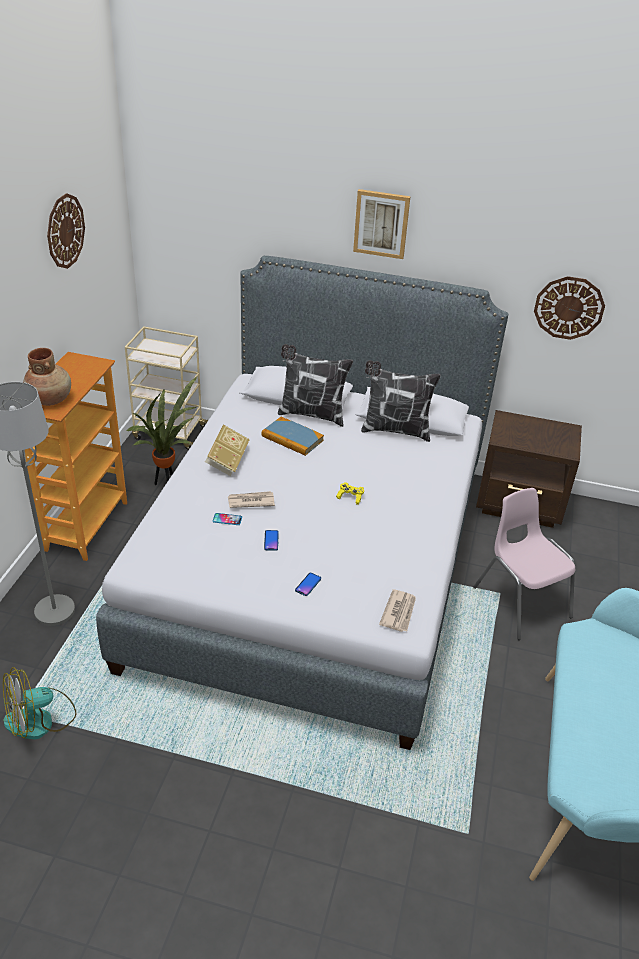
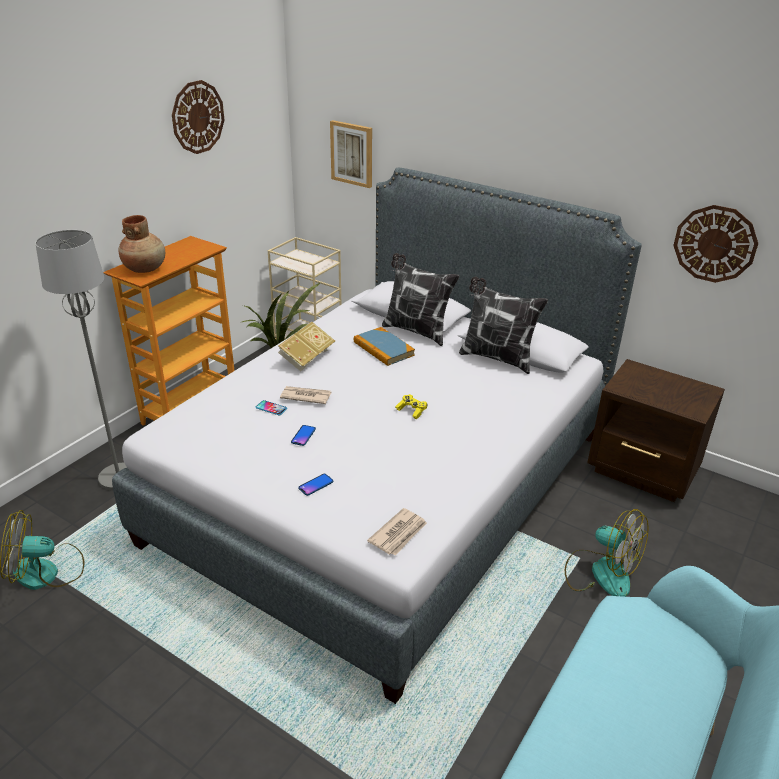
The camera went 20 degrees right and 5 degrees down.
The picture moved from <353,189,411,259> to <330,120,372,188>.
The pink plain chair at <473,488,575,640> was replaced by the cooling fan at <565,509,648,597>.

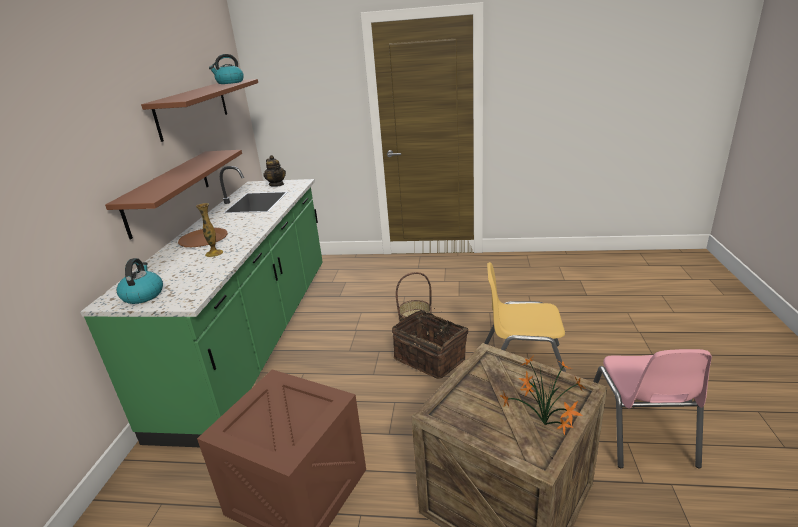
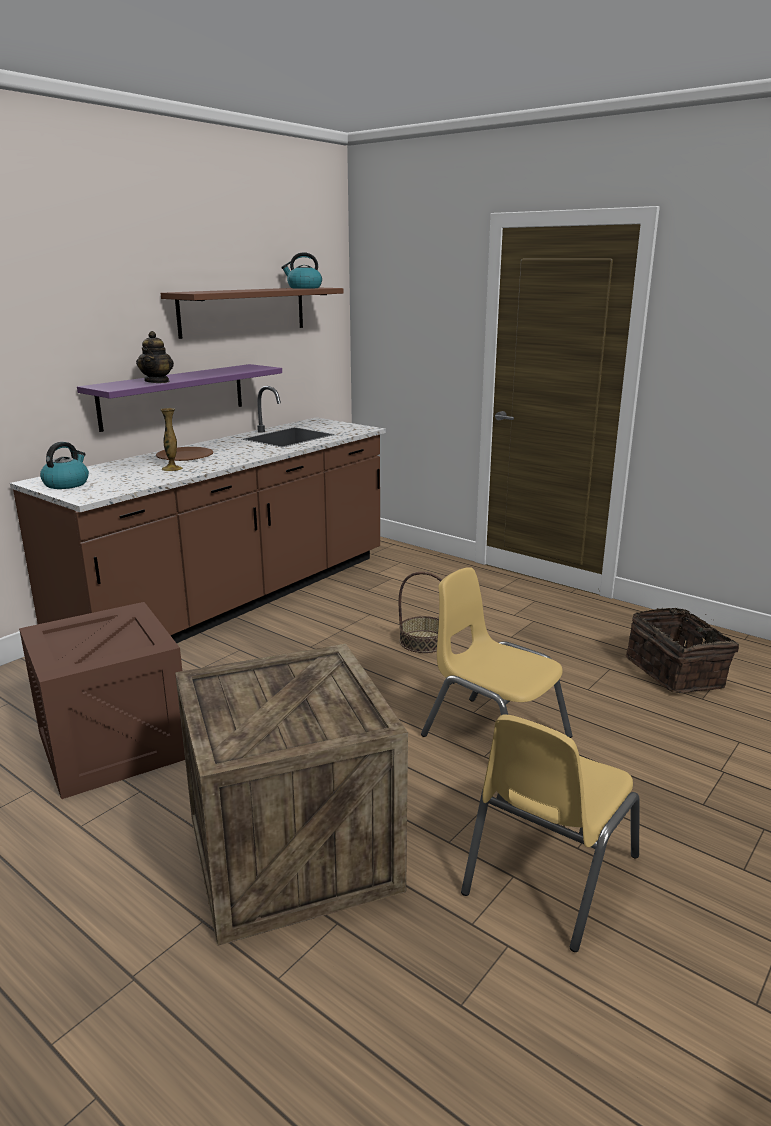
The camera went 30 degrees right and 5 degrees down.
The green-coloured kitchen base unit at <80,166,323,447> became the brown kitchen base unit at <10,386,386,643>.
The brown wall shelf at <105,150,242,239> became the purple-coloured wall shelf at <77,364,282,432>.
The pot for tea moved from <263,155,286,187> to <136,331,174,383>.
The storage basket moved from <392,308,468,379> to <626,608,739,693>.
The houseplant at <499,354,585,435> disappeared.
The pink plain chair at <593,349,712,468> became the yellowish plain chair at <461,715,640,952>.

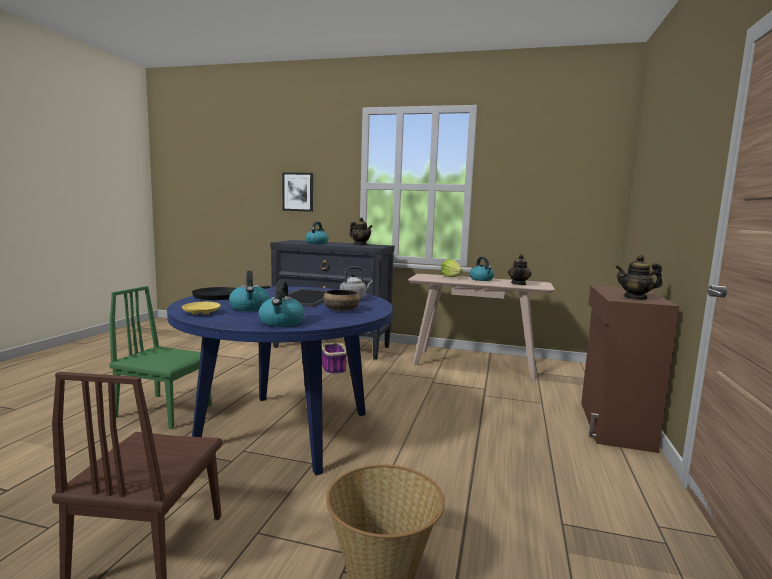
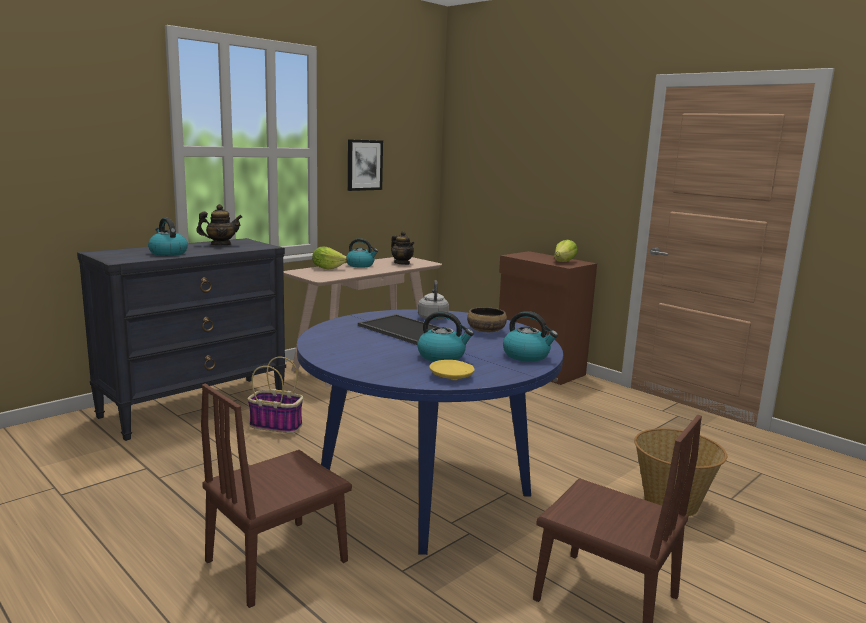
The camera went 60 degrees left and 5 degrees up.
The green-coloured plain chair at <109,286,212,429> became the brown plain chair at <201,383,352,608>.
The black frying pan at <192,286,270,300> disappeared.
The picture moved from <282,172,313,212> to <348,139,383,191>.
The pot for tea at <615,255,662,300> was replaced by the head of lettuce at <554,240,578,262>.

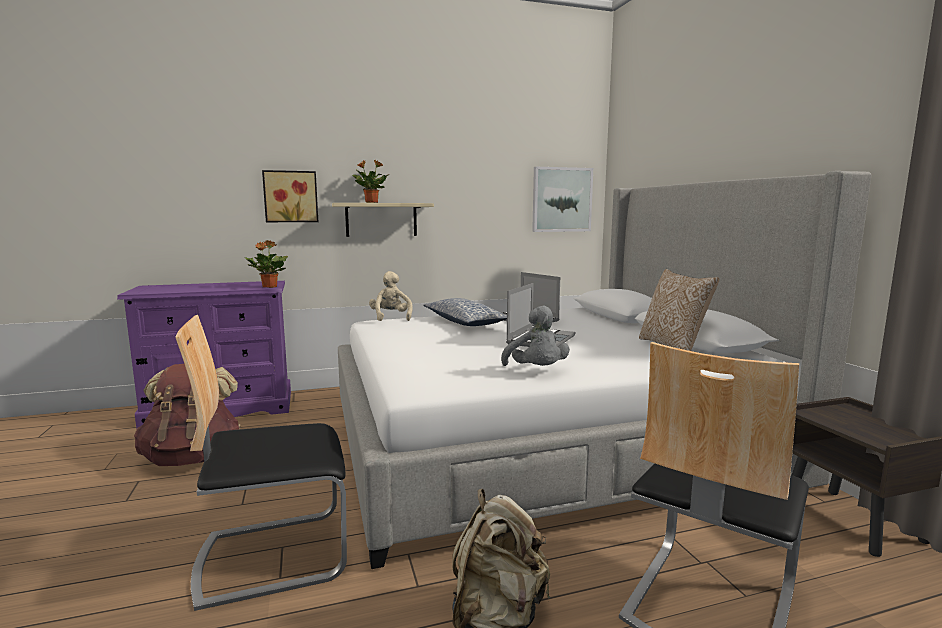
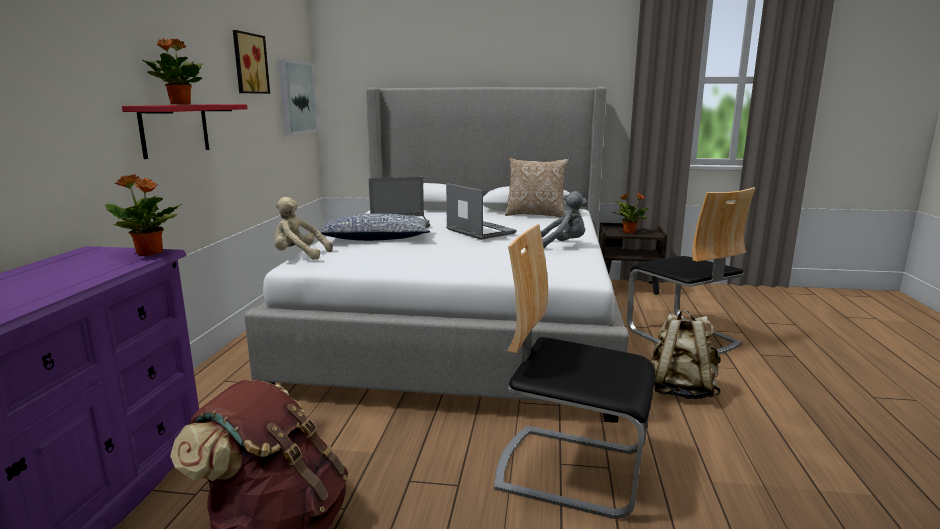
The camera went 65 degrees left and 5 degrees up.
The plain chair at <175,315,347,611> turned 105 degrees clockwise.
The picture moved from <262,170,318,222> to <233,30,270,94>.
The beige wall shelf at <332,203,434,237> became the red wall shelf at <122,104,247,159>.
The houseplant at <613,193,650,234> appeared.

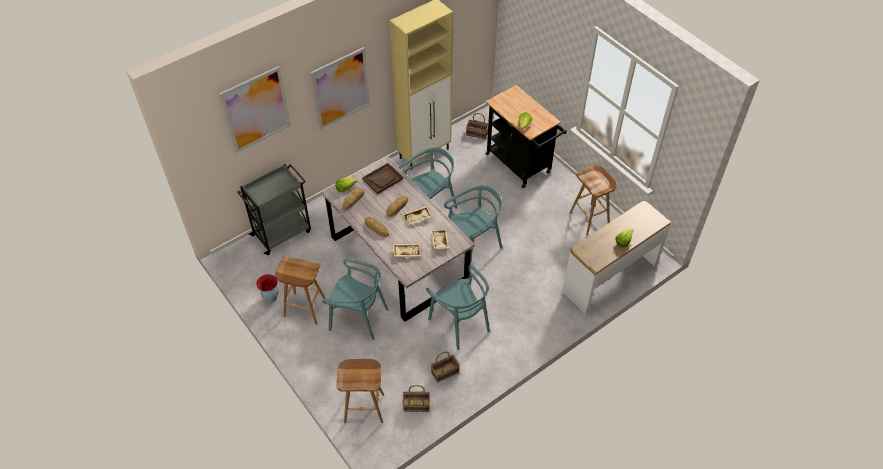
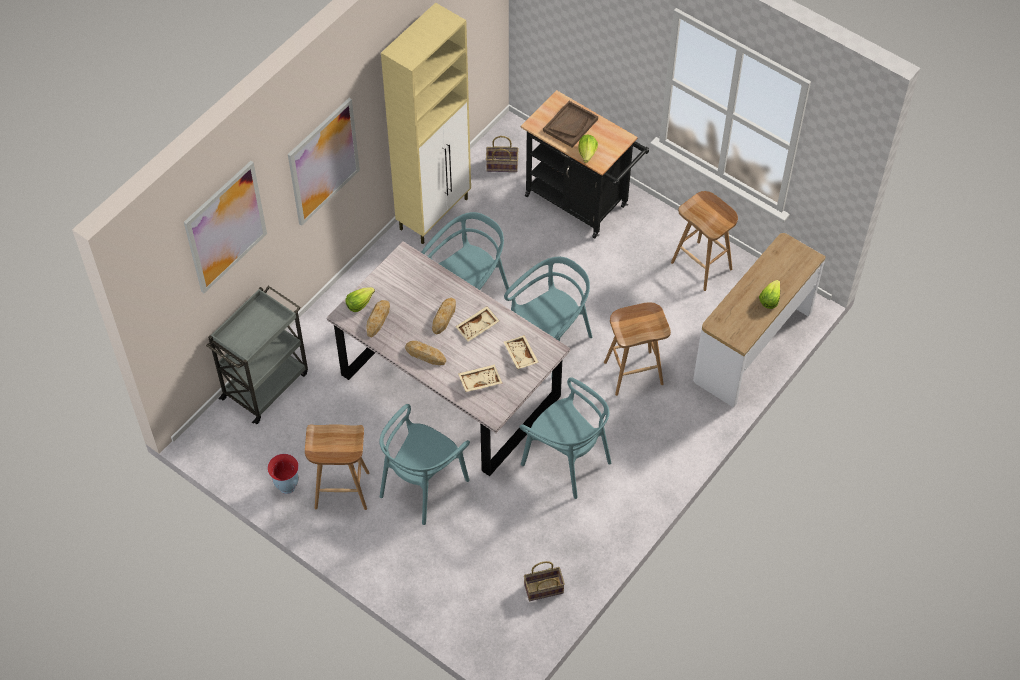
The camera went 15 degrees left and 5 degrees up.
The blue-green plain chair at <322,259,388,340> turned 120 degrees clockwise.
The brown stool seat moved from <337,359,384,423> to <604,302,671,396>.
The brown carrying tray moved from <362,163,403,194> to <543,101,598,148>.
The storage basket at <431,352,460,383> disappeared.

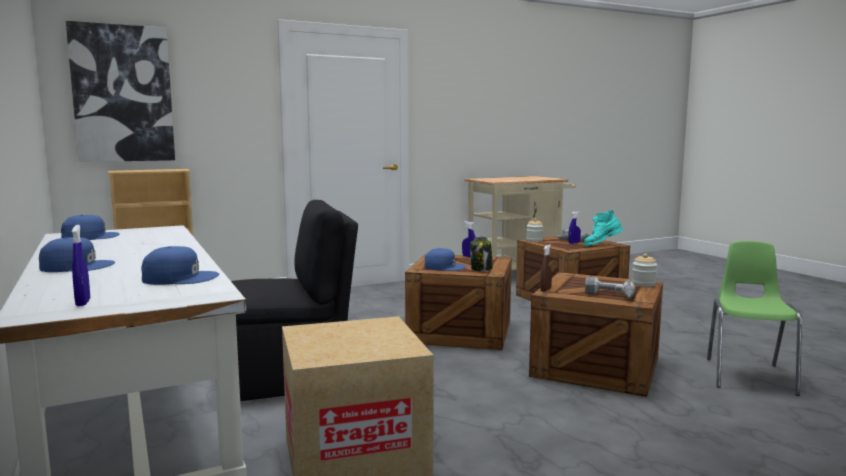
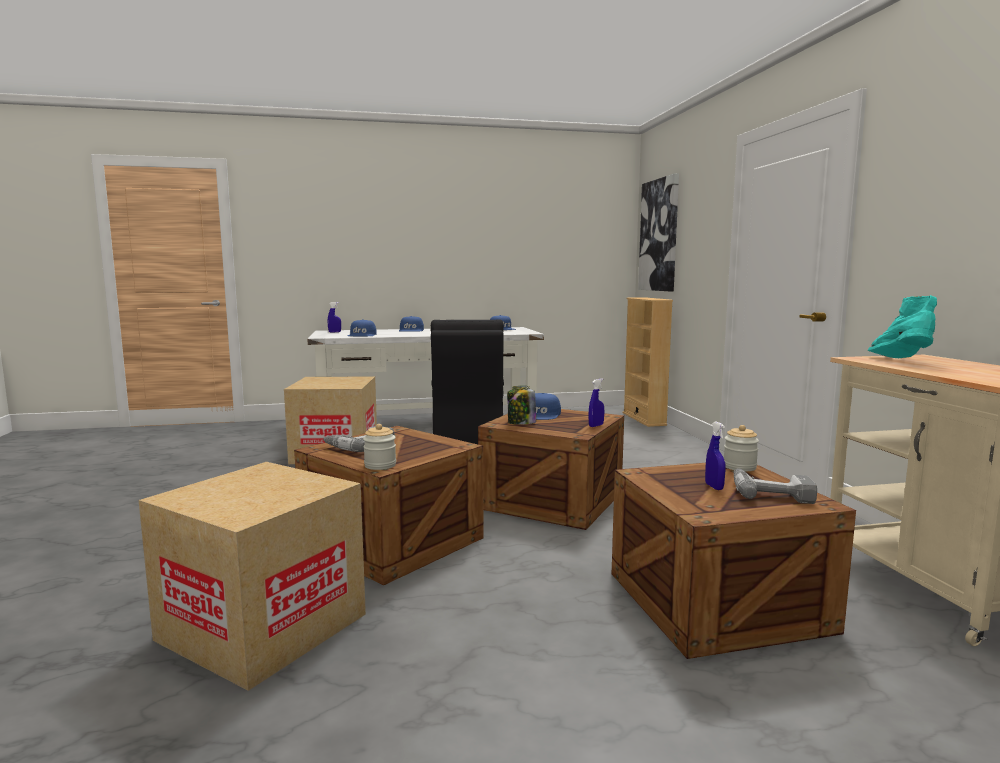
The camera went 105 degrees right and 0 degrees up.
The brown spray bottle at <540,245,552,292> disappeared.
The blue-green high-top boot moved from <583,210,624,246> to <868,295,937,358>.
The green-coloured plain chair at <707,241,802,396> was replaced by the cardboard box at <139,462,366,691>.

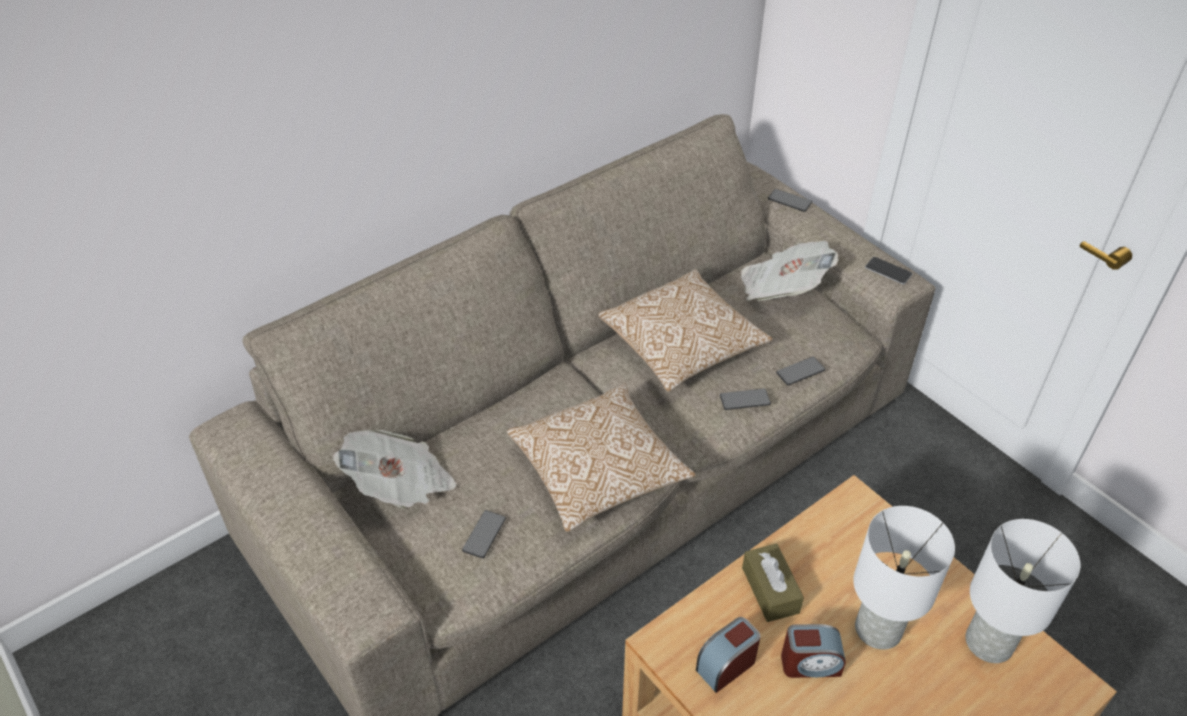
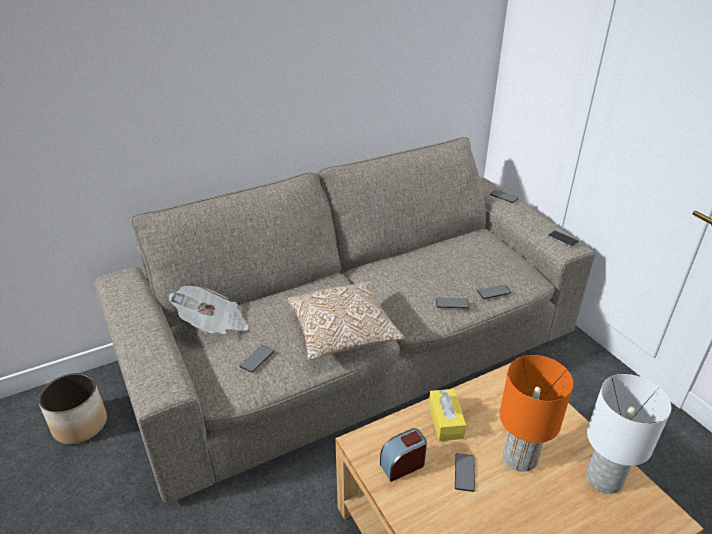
The camera went 10 degrees right and 10 degrees down.
The throw pillow at <598,269,773,392> disappeared.
The daily paper at <741,241,838,301> disappeared.
The brown tissue box at <742,544,804,622> became the yellowish tissue box at <429,389,466,441>.
The table clock at <781,624,846,678> was replaced by the phone at <455,453,475,492>.
The white lamp for a table at <853,506,955,650> became the orange-coloured lamp for a table at <500,355,573,472>.
The planter at <38,373,107,444> appeared.

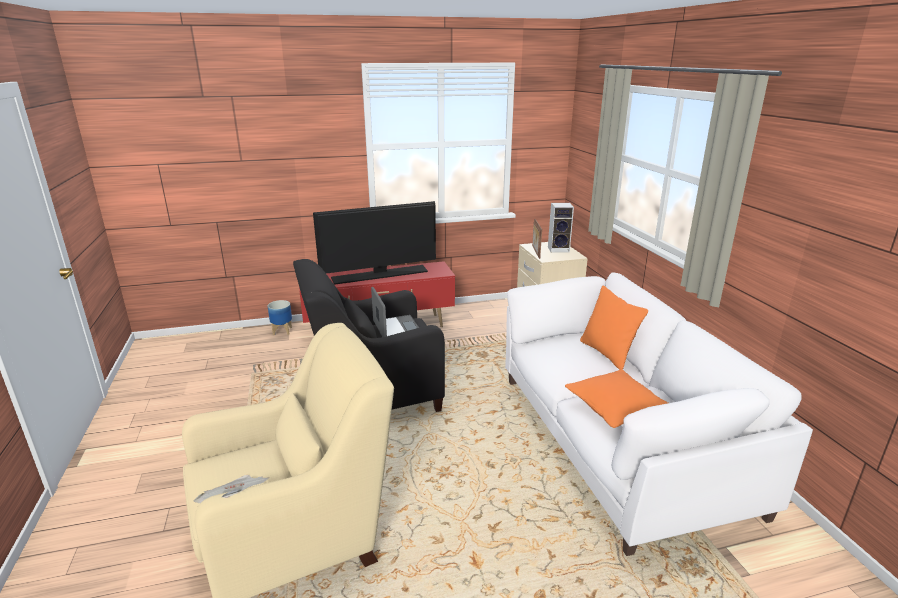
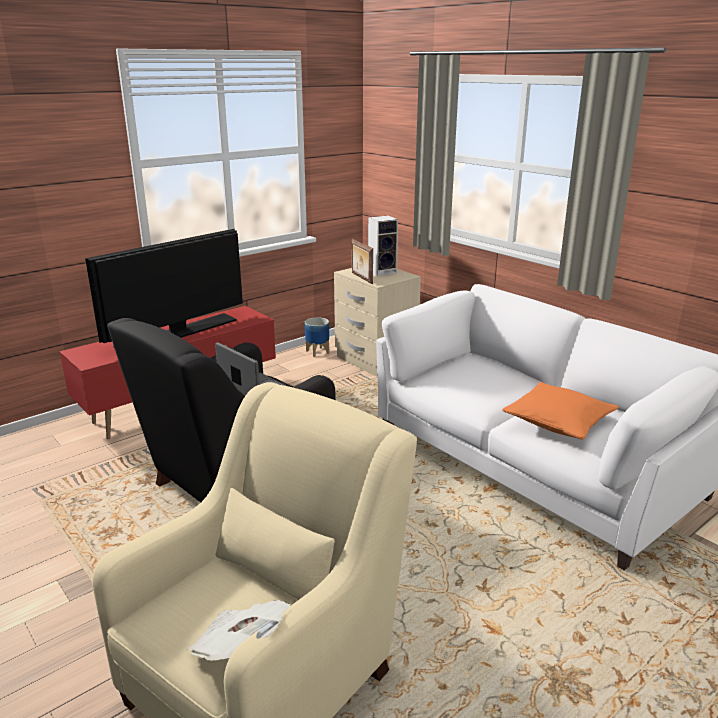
The camera went 25 degrees left and 0 degrees up.
The planter moved from <268,300,292,335> to <305,317,329,357>.
The orange-coloured throw pillow at <580,285,648,369> disappeared.

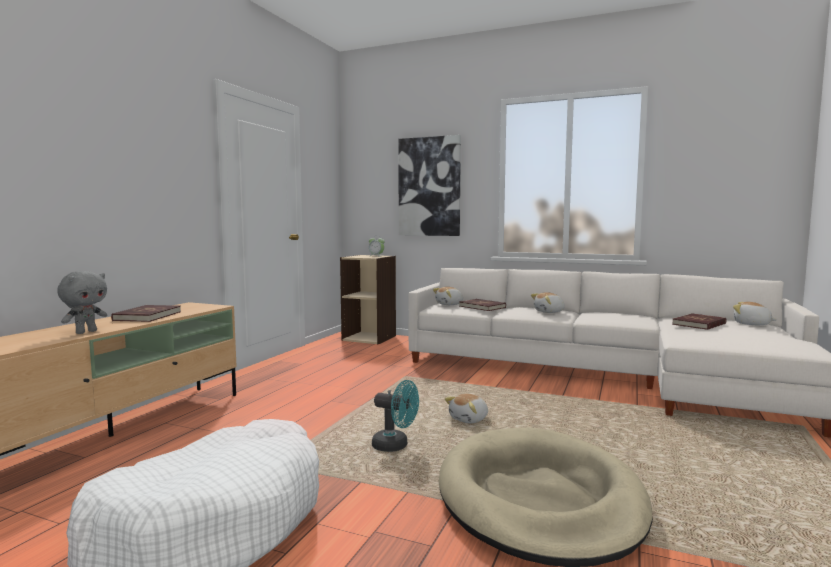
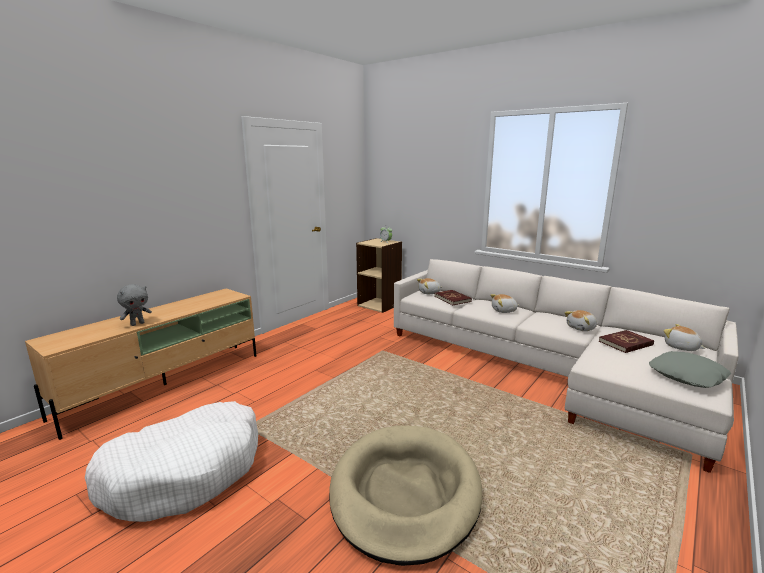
The camera went 15 degrees right and 10 degrees up.
The red bound book at <111,305,181,322> disappeared.
The blue-green cooling fan at <372,380,419,452> disappeared.
The picture at <398,135,461,236> disappeared.
The soft toy moved from <445,394,488,423> to <564,310,597,331>.
The grey throw pillow at <649,351,731,388> appeared.

